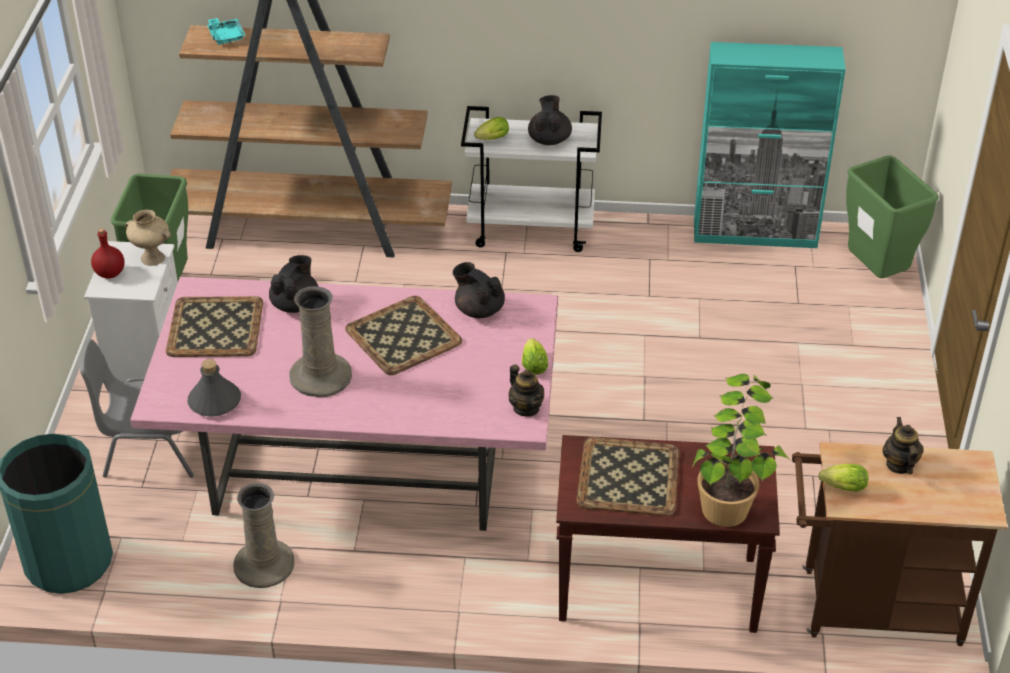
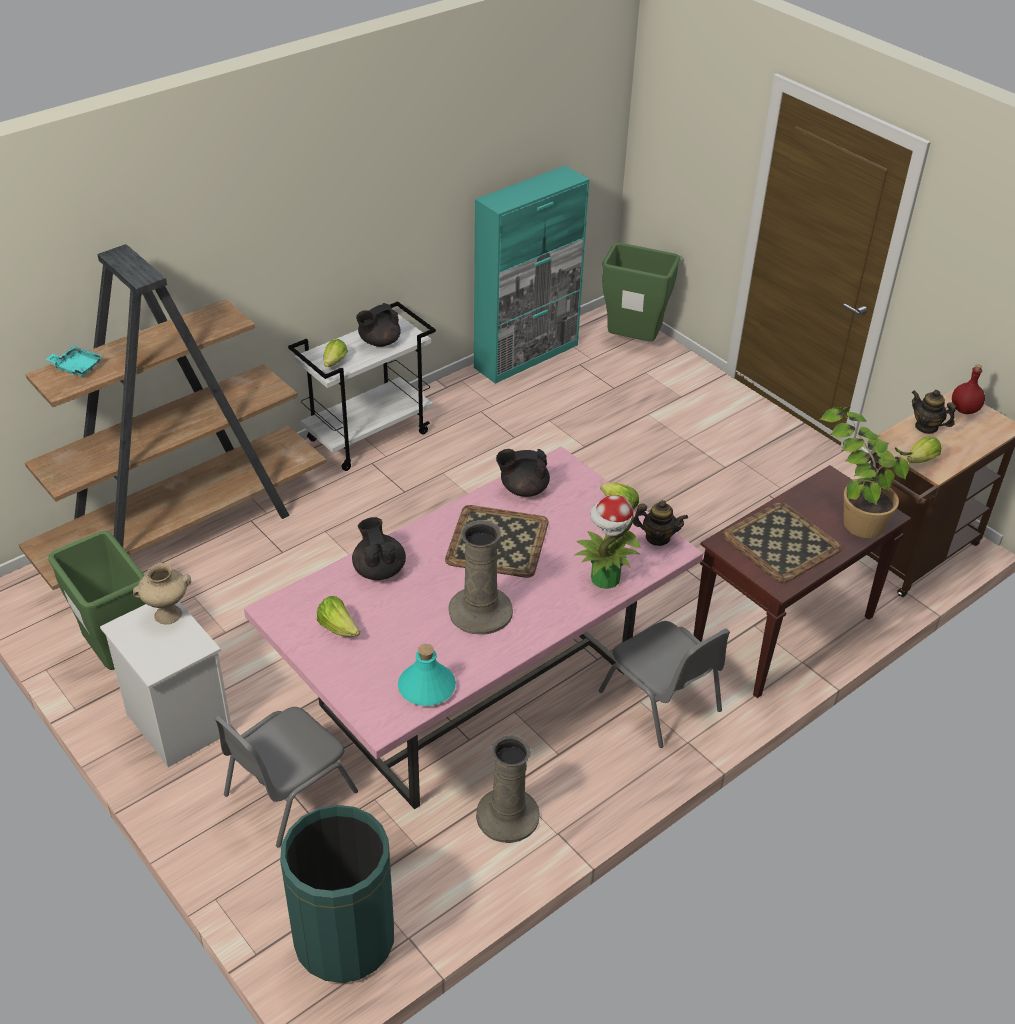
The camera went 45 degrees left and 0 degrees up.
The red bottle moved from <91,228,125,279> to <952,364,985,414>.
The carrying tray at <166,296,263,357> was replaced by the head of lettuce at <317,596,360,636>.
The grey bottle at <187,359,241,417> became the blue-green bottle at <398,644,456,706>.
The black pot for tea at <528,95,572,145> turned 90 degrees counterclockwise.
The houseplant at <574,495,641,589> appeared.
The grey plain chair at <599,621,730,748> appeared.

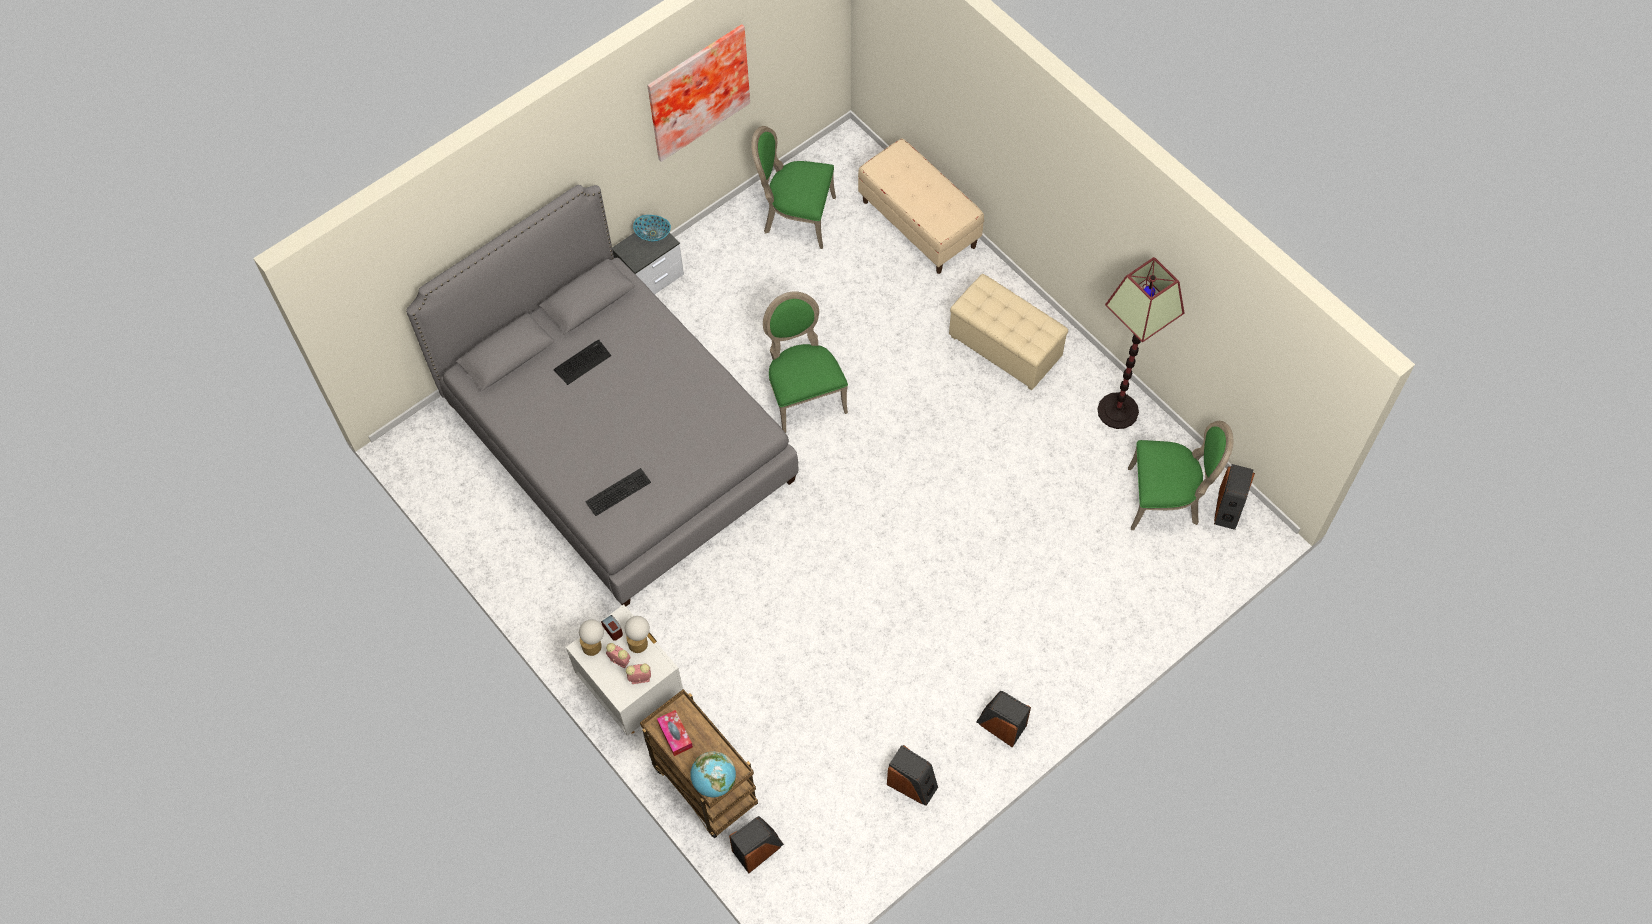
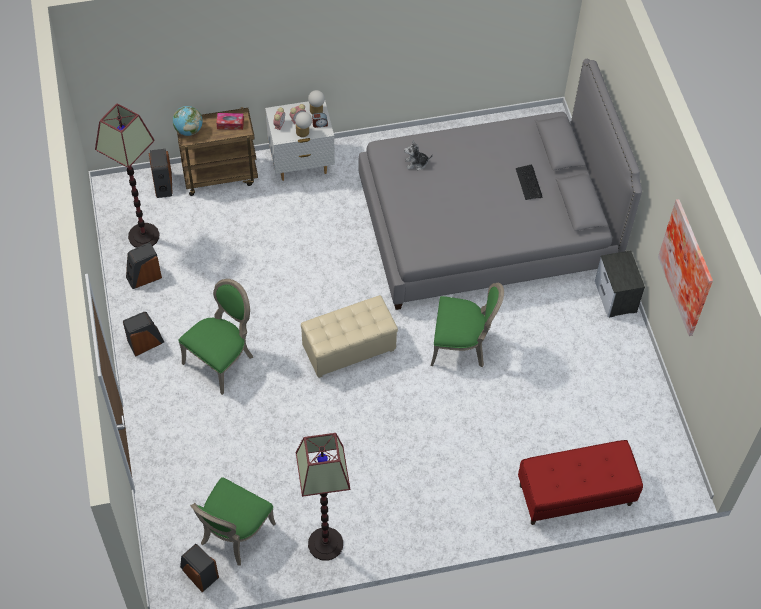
The camera went 115 degrees right and 5 degrees down.
The keyboard at <585,468,651,516> was replaced by the soft toy at <404,140,433,171>.
The deep dish at <633,215,671,241> disappeared.
The green-coloured plain chair moved from <751,126,836,249> to <178,279,253,395>.
The beige long seat at <858,138,984,274> became the red long seat at <518,440,643,525>.
The beige pouffe moved from <949,274,1068,390> to <301,295,398,378>.
The standard lamp at <95,103,160,248> appeared.

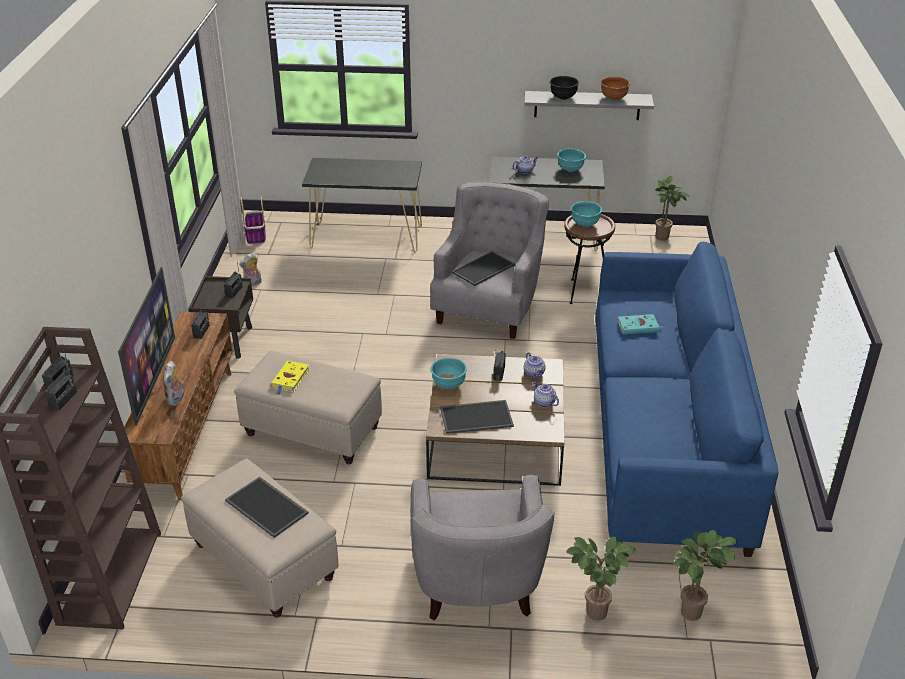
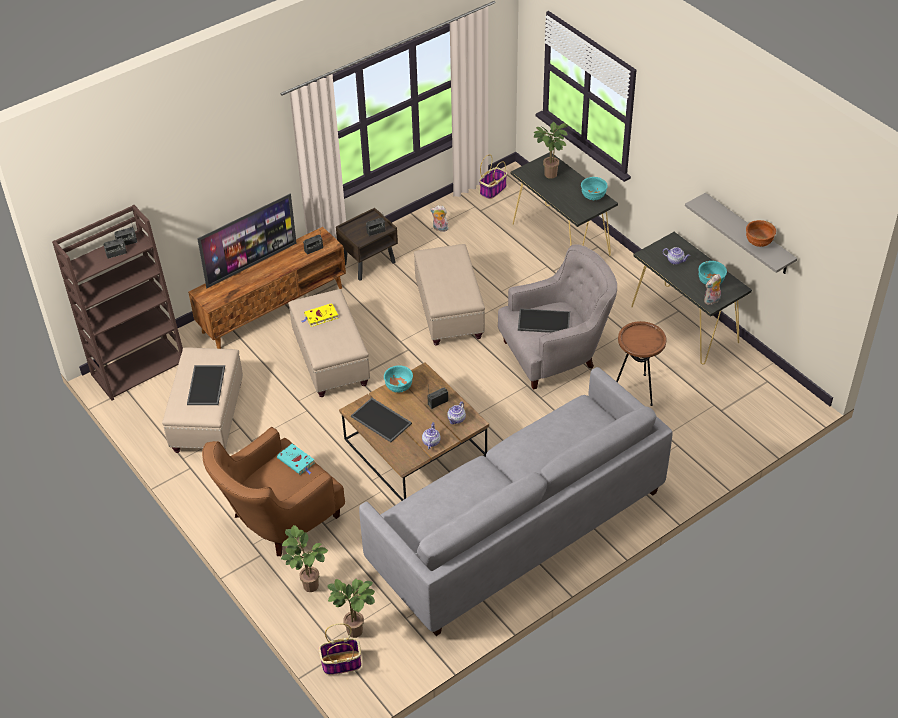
The camera went 50 degrees right and 10 degrees up.
The soft toy moved from <163,361,184,406> to <704,274,721,305>.
The grey armchair at <410,475,554,620> became the brown armchair at <202,427,345,556>.
The black deep dish at <550,76,579,100> disappeared.
The blue-green deep dish moved from <571,201,602,227> to <581,177,608,200>.
The bluish sofa at <595,242,778,557> became the grey sofa at <359,367,673,636>.
The blue-green bound book moved from <618,314,664,335> to <277,444,315,475>.
The houseplant moved from <655,176,690,241> to <534,122,568,179>.
The storage basket at <318,623,362,675> appeared.
The beige pouffe at <414,244,485,346> appeared.

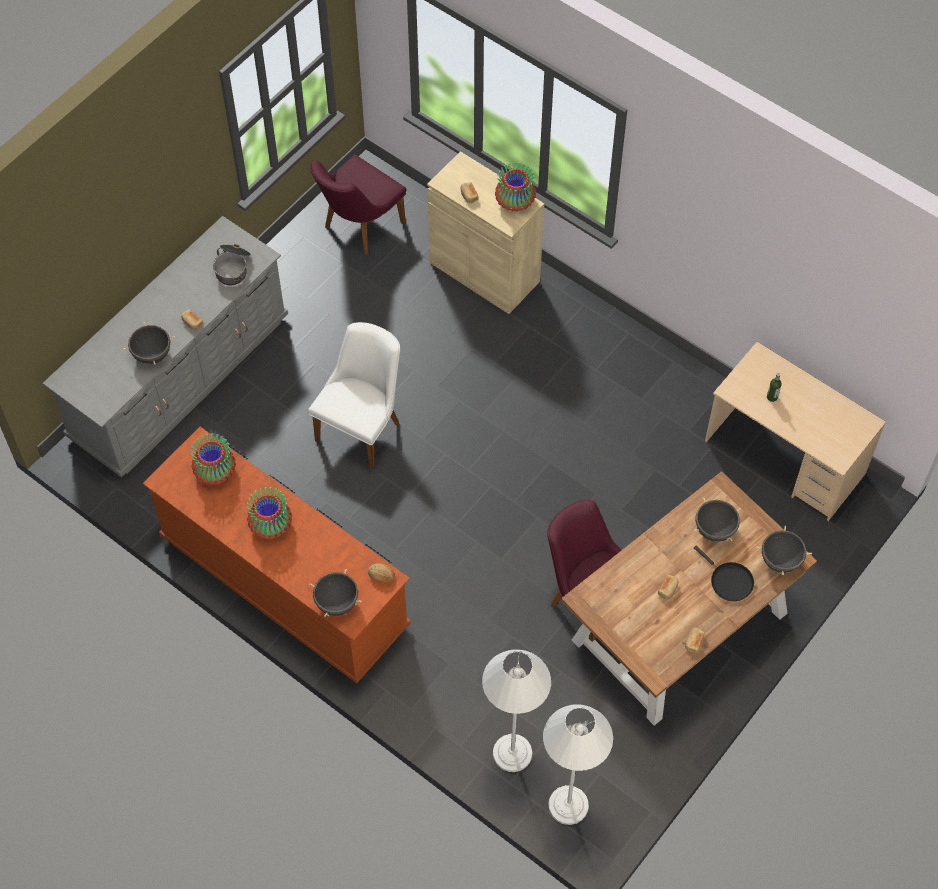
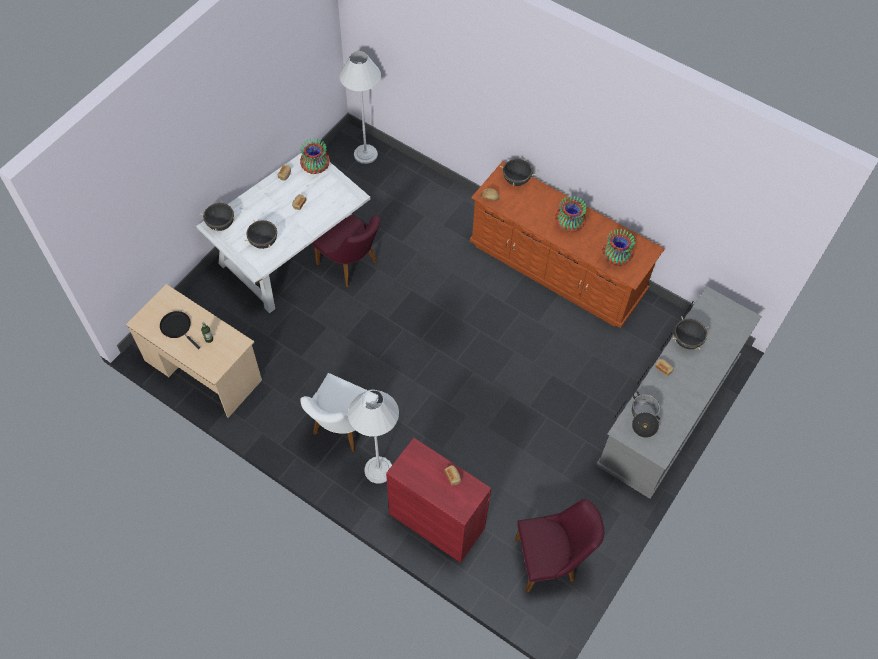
The camera went 175 degrees right and 0 degrees up.
The white plain chair moved from <308,322,400,470> to <300,373,379,453>.
The purple-coloured plain chair at <310,154,406,255> turned 45 degrees clockwise.
The beige cabinet at <427,151,544,314> became the red cabinet at <386,438,491,563>.
The white standard lamp moved from <482,650,551,772> to <348,390,399,484>.
The flower vase moved from <495,162,536,211> to <300,138,330,174>.
The brown kitchen table at <561,471,817,726> became the white kitchen table at <196,147,371,313>.
The black frying pan moved from <694,546,754,601> to <160,311,200,349>.

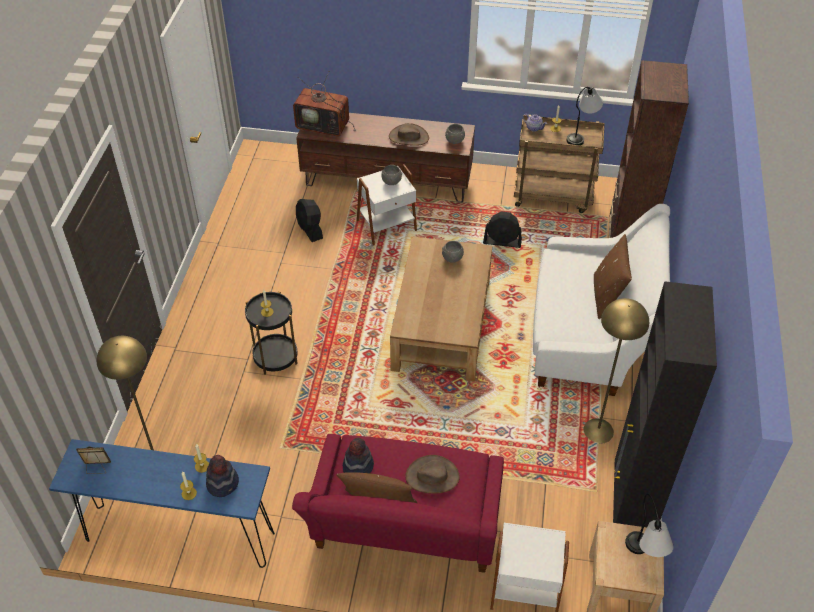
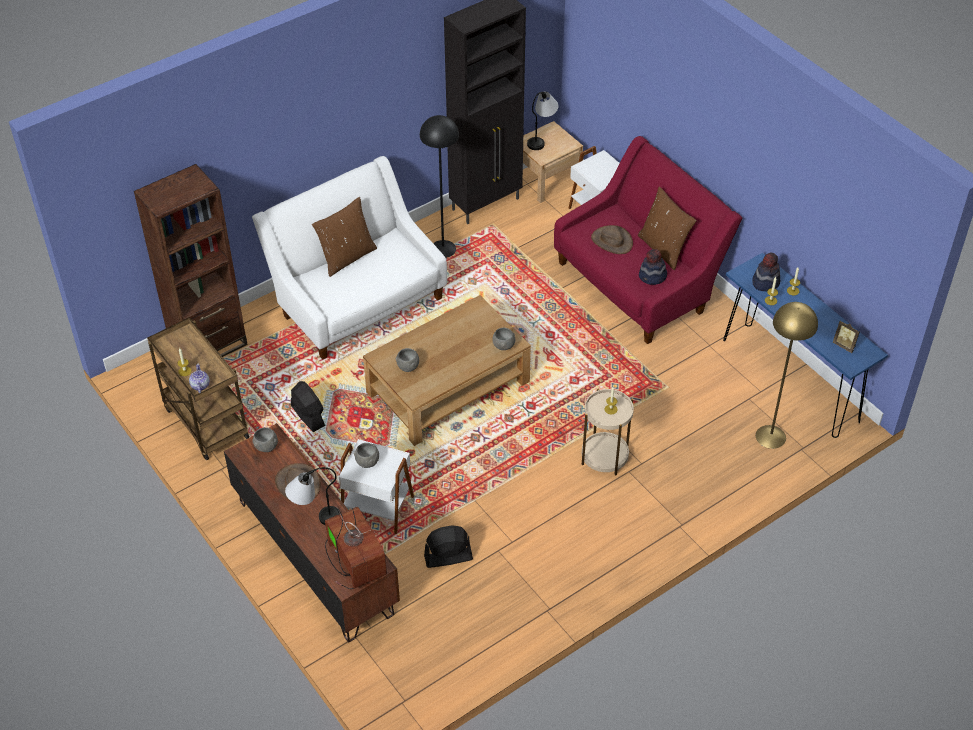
The camera went 135 degrees left and 0 degrees up.
The black end table at <245,291,298,375> became the beige end table at <582,388,634,476>.
The black cooling fan at <296,199,323,242> turned 120 degrees counterclockwise.
The lamp for a table moved from <567,87,603,145> to <285,467,341,525>.
The yellowish standard lamp at <584,298,649,444> became the black standard lamp at <420,115,459,258>.
The grey deep dish at <492,328,515,350> appeared.

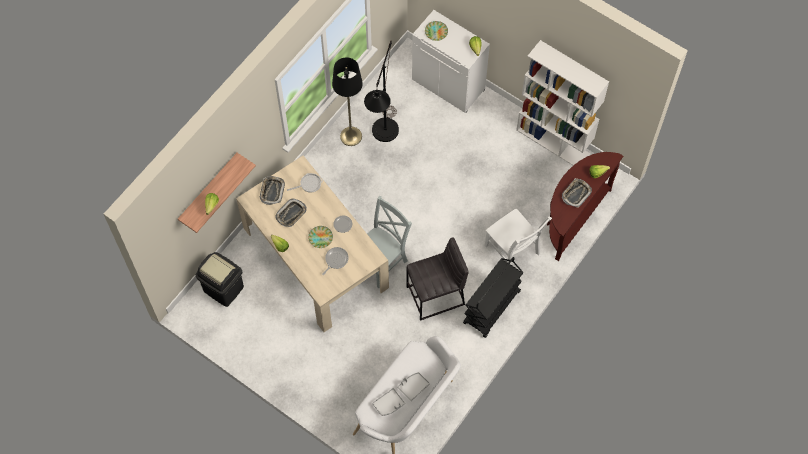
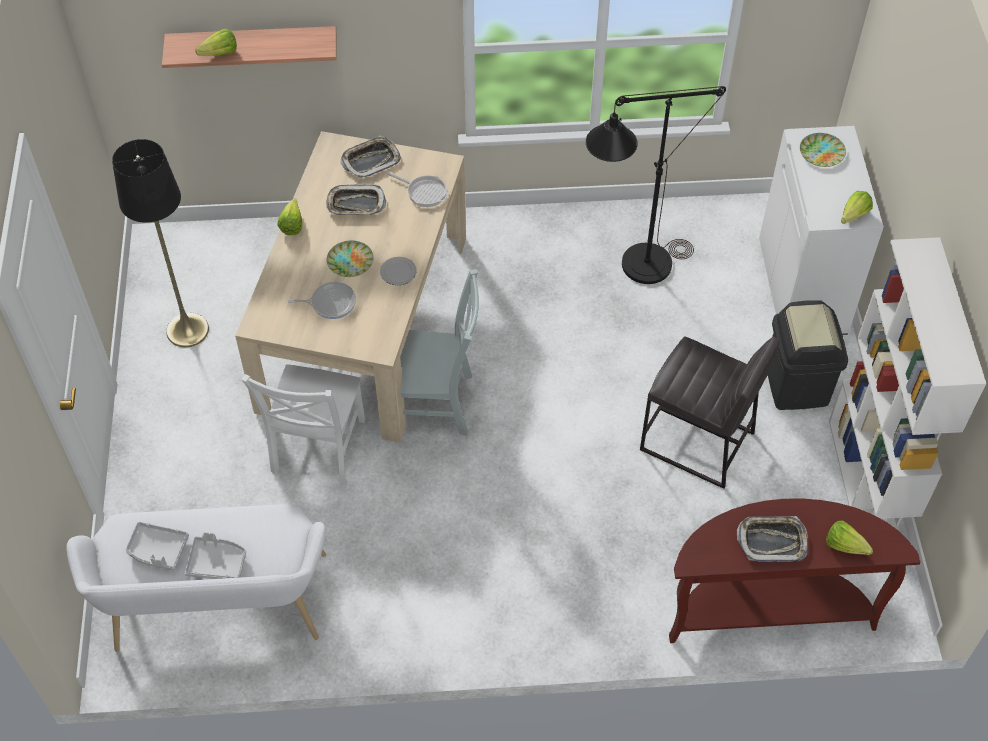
The camera went 50 degrees right and 10 degrees down.
The black waste bin moved from <196,252,244,307> to <768,300,848,410>.
The black standard lamp moved from <332,57,363,146> to <112,139,209,347>.
The grey stool seat moved from <406,237,469,321> to <640,337,780,489>.
The black trolley at <463,257,524,338> disappeared.
The white plain chair moved from <484,209,552,265> to <241,364,365,486>.

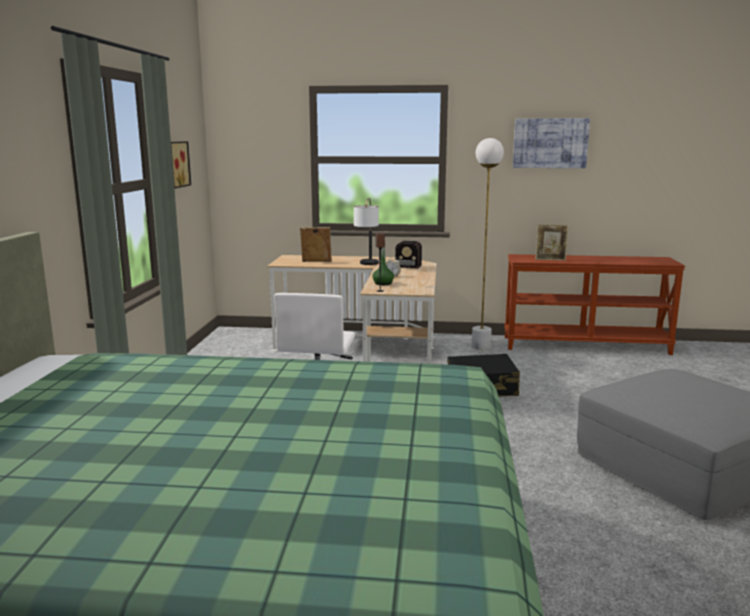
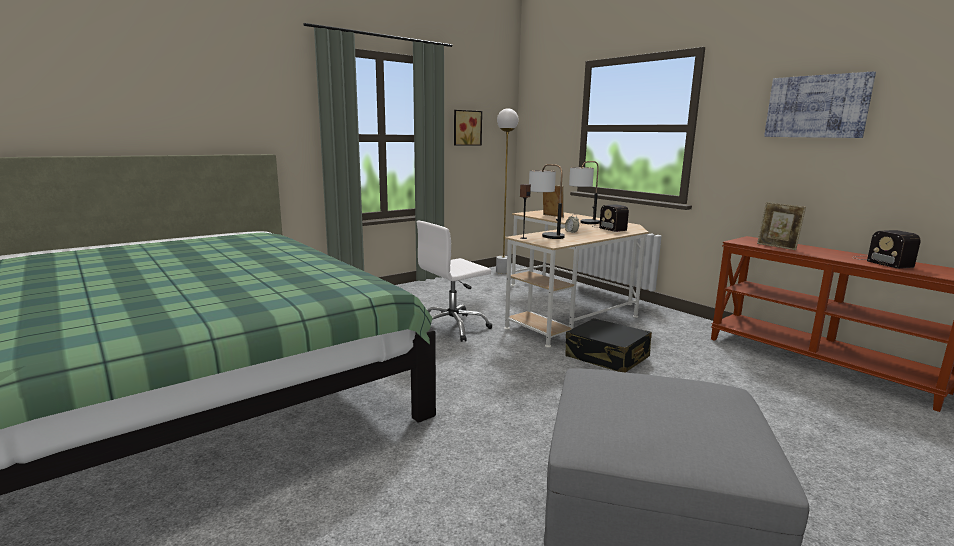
The camera went 45 degrees right and 0 degrees up.
The green-coloured bottle at <373,244,394,285> was replaced by the lamp for a table at <529,164,565,239>.
The white standard lamp moved from <472,138,504,350> to <496,108,519,274>.
The radio set at <852,230,921,269> appeared.

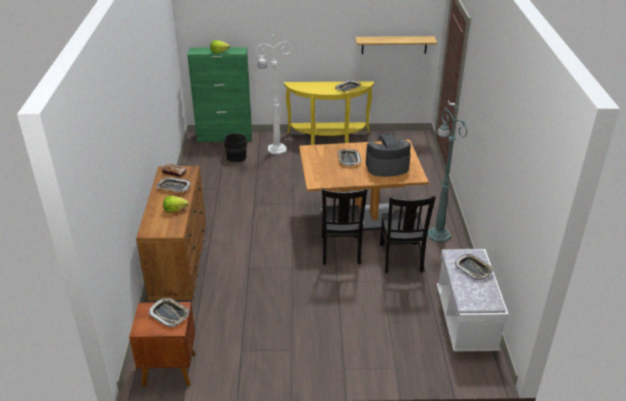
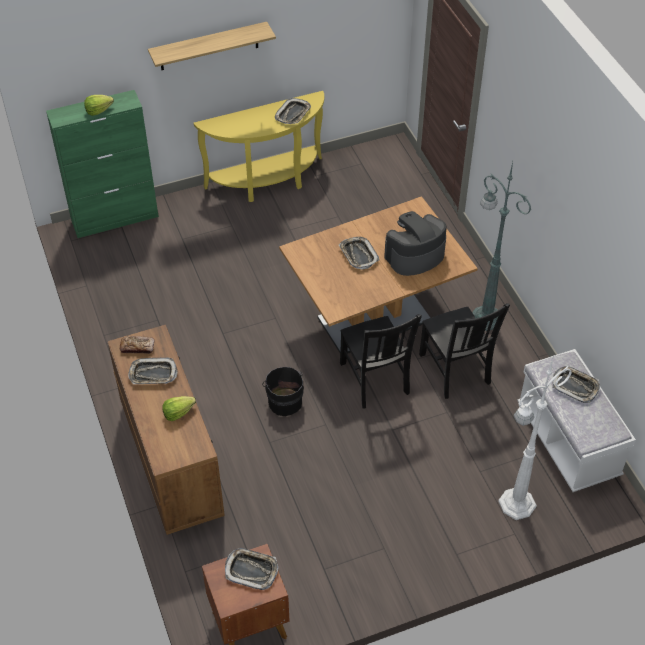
The camera went 20 degrees left and 15 degrees up.
The black bucket moved from <223,133,248,162> to <262,367,304,416>.
The white standard lamp moved from <256,31,292,154> to <498,358,572,520>.
The wall shelf moved from <355,36,437,54> to <148,22,276,70>.

